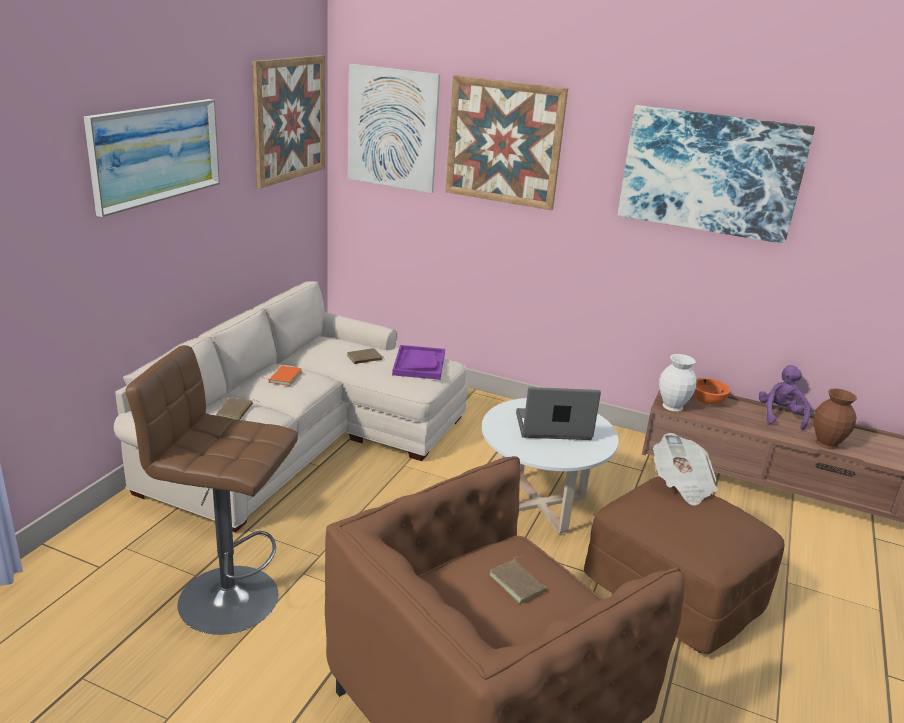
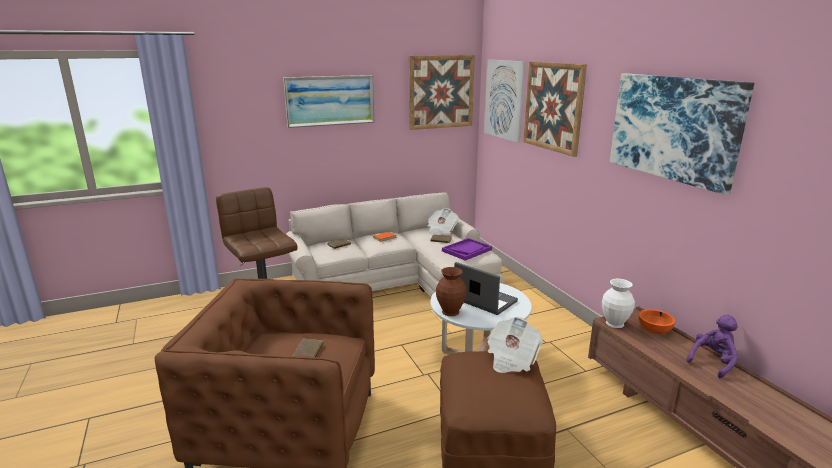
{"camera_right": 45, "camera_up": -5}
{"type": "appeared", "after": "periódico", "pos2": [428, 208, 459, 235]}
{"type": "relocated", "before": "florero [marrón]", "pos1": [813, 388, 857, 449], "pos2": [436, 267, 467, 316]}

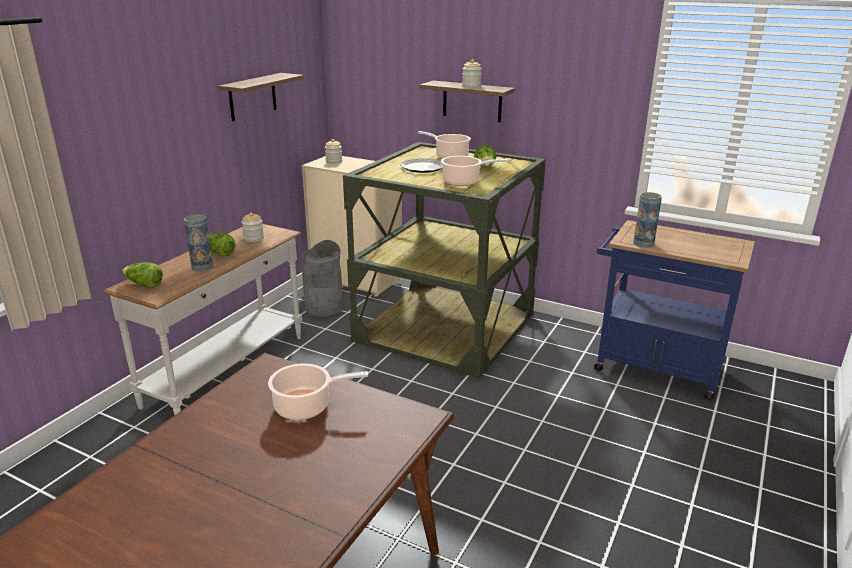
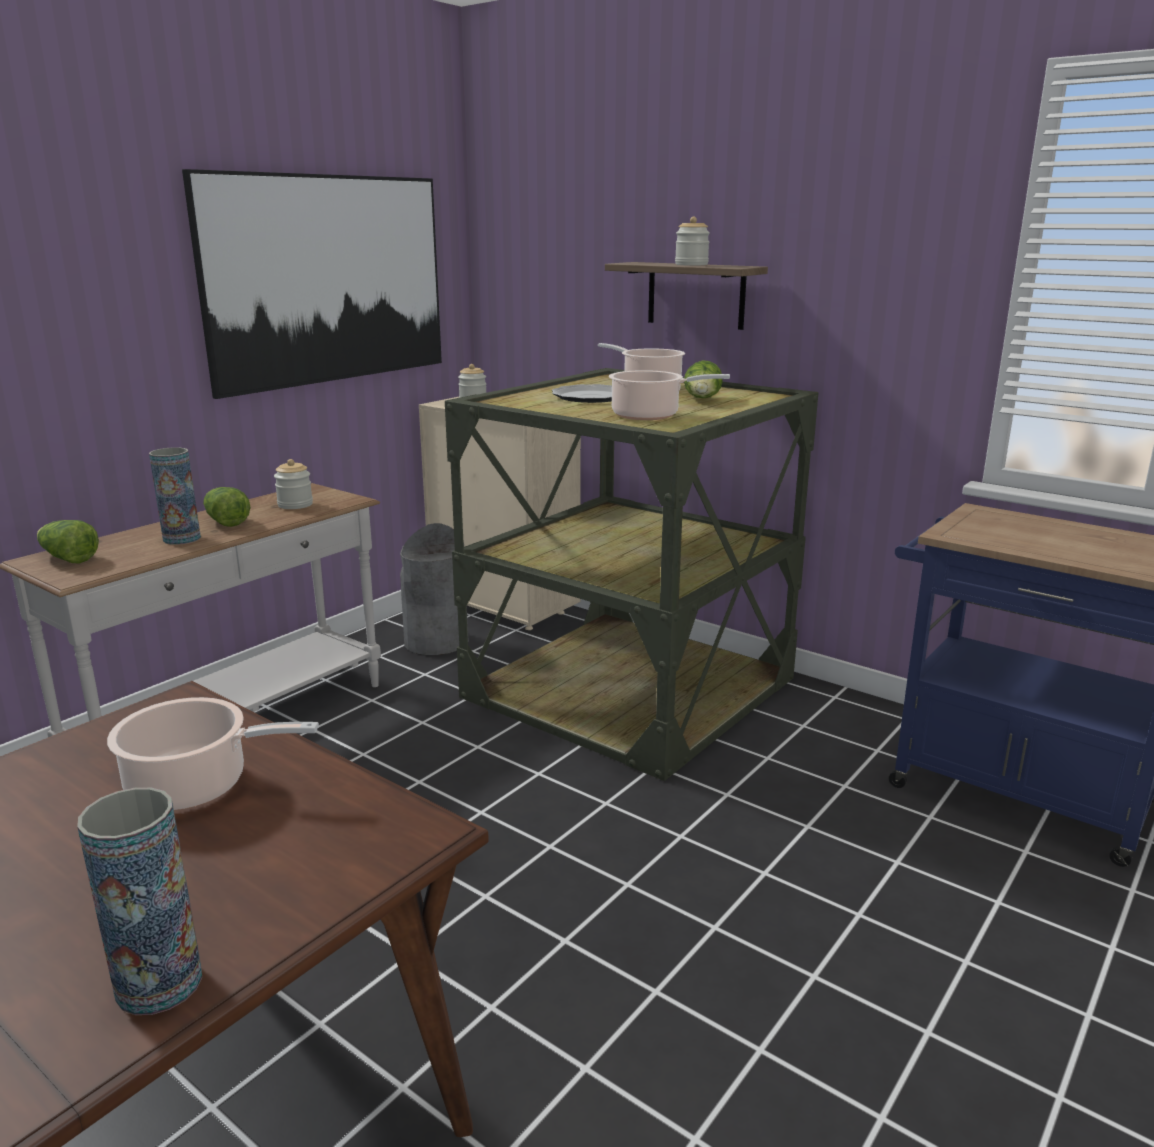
{"camera_right": 10, "camera_up": -5}
{"type": "relocated", "before": "florero", "pos1": [633, 192, 662, 248], "pos2": [77, 788, 202, 1015]}
{"type": "exchanged", "before": "estante", "after": "cuadro", "pos1": [218, 73, 304, 121], "pos2": [182, 169, 442, 399]}

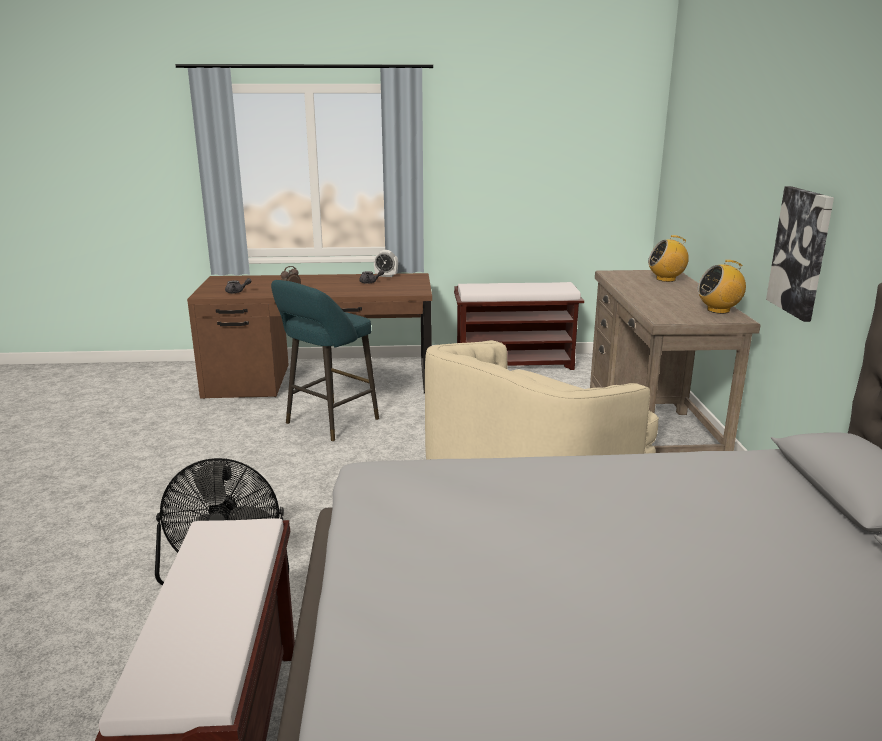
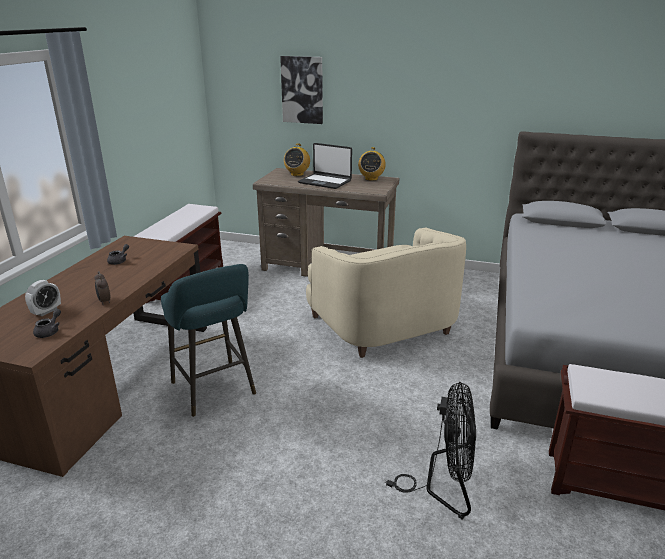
{"camera_right": -70, "camera_up": 5}
{"type": "appeared", "after": "portátil", "pos2": [298, 143, 352, 189]}
{"type": "relocated", "before": "despertador", "pos1": [374, 250, 398, 277], "pos2": [25, 280, 61, 317]}
{"type": "relocated", "before": "cuadro", "pos1": [766, 186, 834, 322], "pos2": [280, 56, 323, 124]}

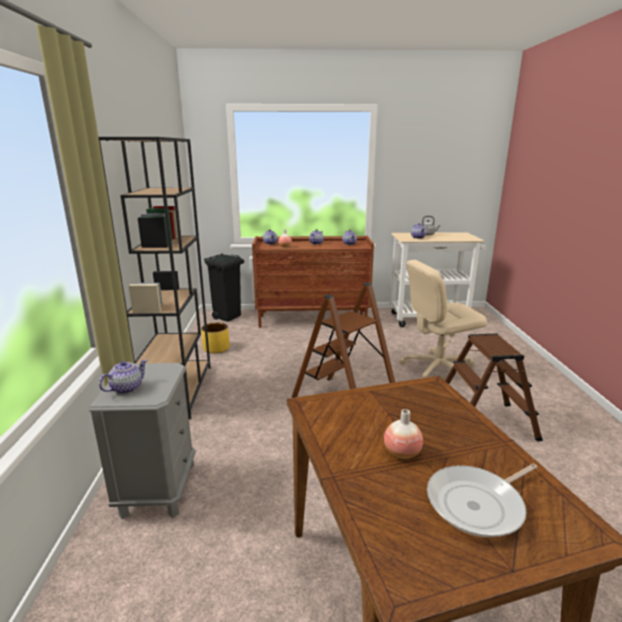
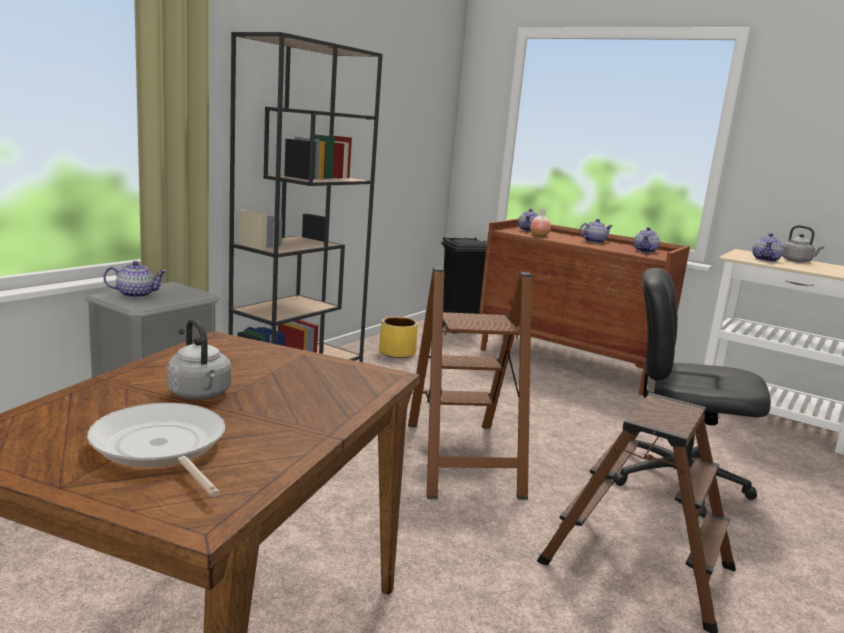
{"camera_right": 35, "camera_up": -5}
{"type": "exchanged", "before": "florero", "after": "hervidor [gris]", "pos1": [384, 409, 423, 459], "pos2": [167, 319, 231, 400]}
{"type": "colour", "before": "silla de oficina [beis]", "after": "silla de oficina [negro]", "pos1": [399, 260, 487, 386], "pos2": [613, 268, 771, 518]}
{"type": "spun", "before": "sartén", "pos1": [427, 464, 537, 537], "pos2": [87, 403, 225, 497], "turn": 45}

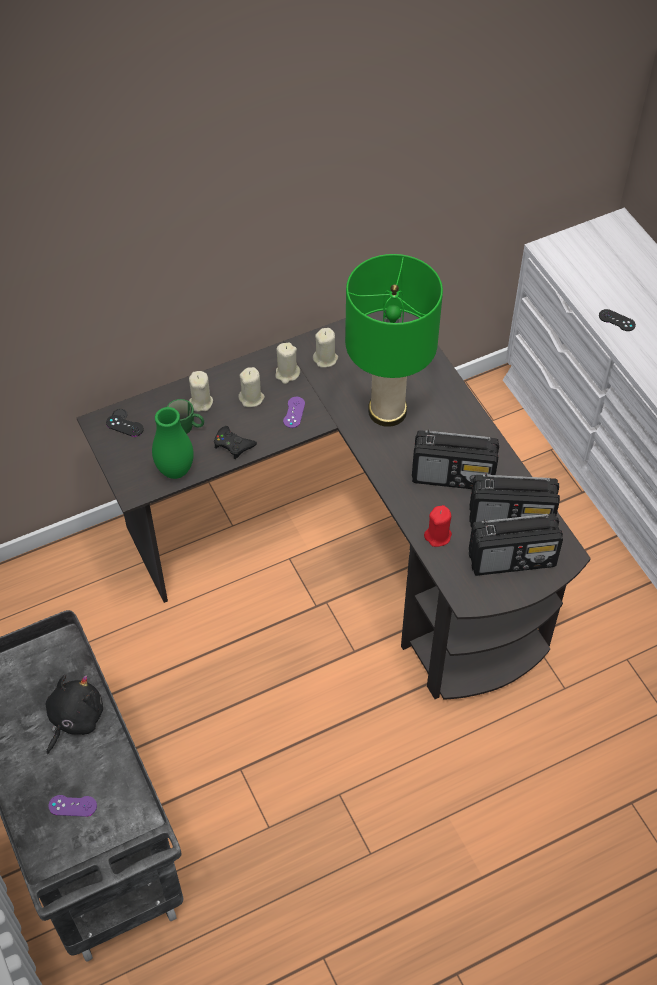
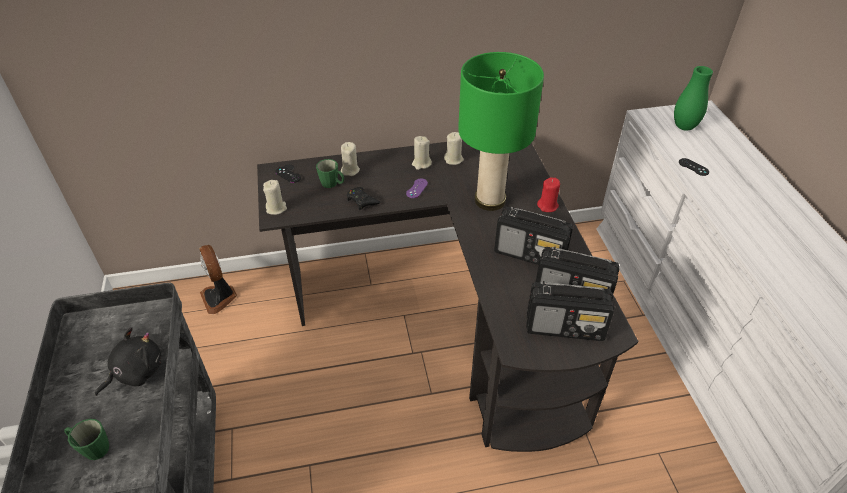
{"camera_right": 15, "camera_up": -10}
{"type": "appeared", "after": "ventilador", "pos2": [199, 245, 237, 314]}
{"type": "relocated", "before": "florero [verde]", "pos1": [152, 407, 194, 479], "pos2": [674, 66, 713, 131]}
{"type": "relocated", "before": "vela [beis]", "pos1": [238, 367, 265, 407], "pos2": [263, 180, 287, 215]}
{"type": "relocated", "before": "vela [rojo]", "pos1": [424, 505, 452, 547], "pos2": [537, 177, 560, 212]}
{"type": "exchanged", "before": "mando de consola [morado]", "after": "taza grande [verde]", "pos1": [48, 795, 97, 817], "pos2": [64, 419, 109, 460]}

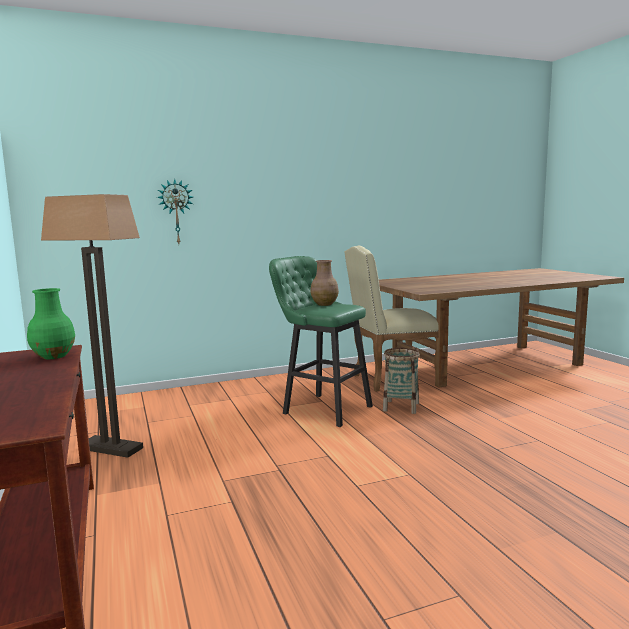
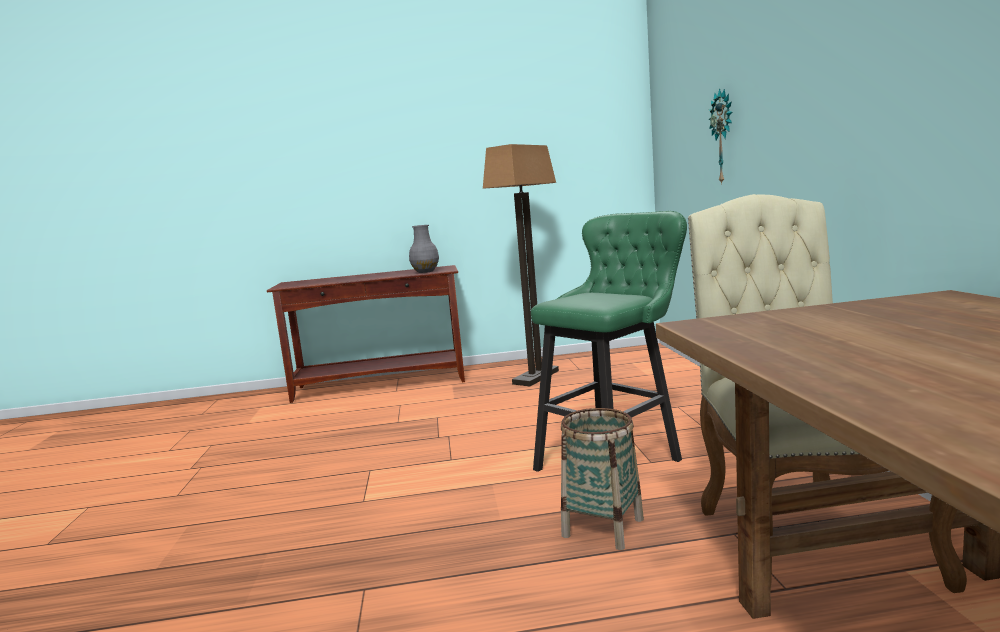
{"camera_right": 105, "camera_up": 0}
{"type": "missing", "before": "florero [marrón]", "pos1": [310, 260, 339, 306]}
{"type": "colour", "before": "florero [verde]", "after": "florero [gris]", "pos1": [27, 288, 75, 359], "pos2": [409, 225, 439, 273]}

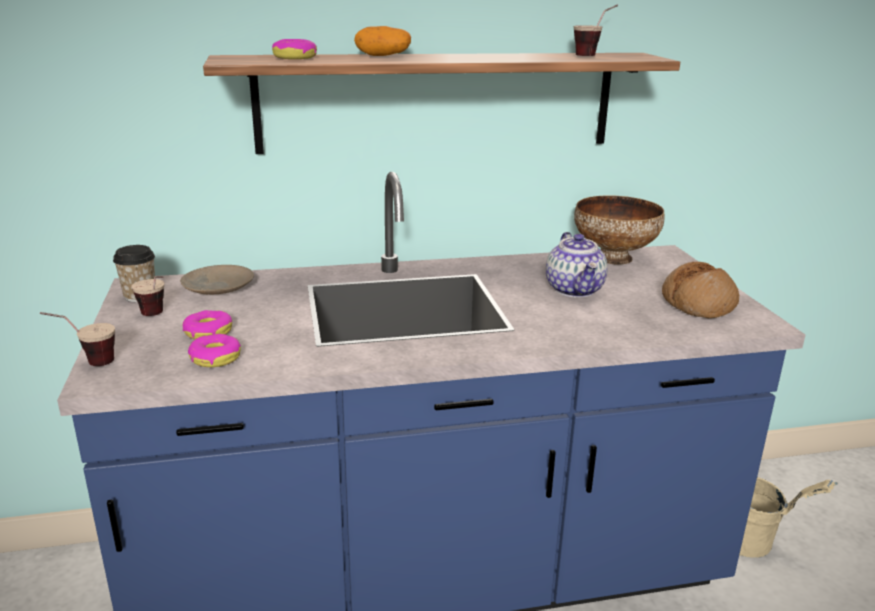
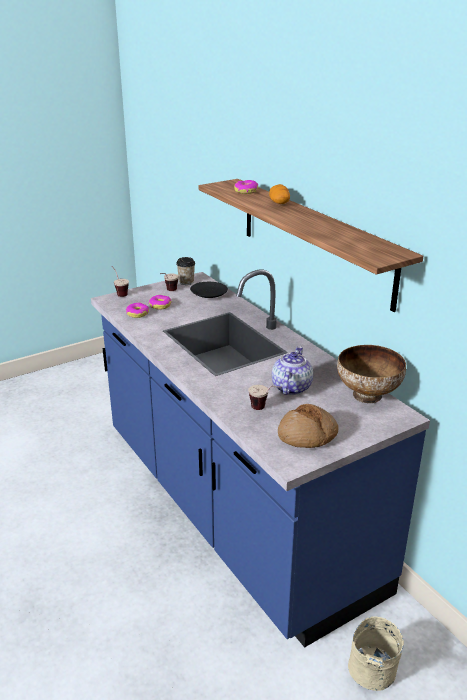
{"camera_right": 70, "camera_up": 5}
{"type": "relocated", "before": "taza", "pos1": [574, 4, 618, 56], "pos2": [248, 385, 282, 410]}
{"type": "colour", "before": "plato [beis]", "after": "plato [negro]", "pos1": [180, 265, 254, 294], "pos2": [190, 282, 228, 298]}
{"type": "spun", "before": "tetera", "pos1": [546, 232, 608, 297], "pos2": [272, 346, 313, 395], "turn": 135}

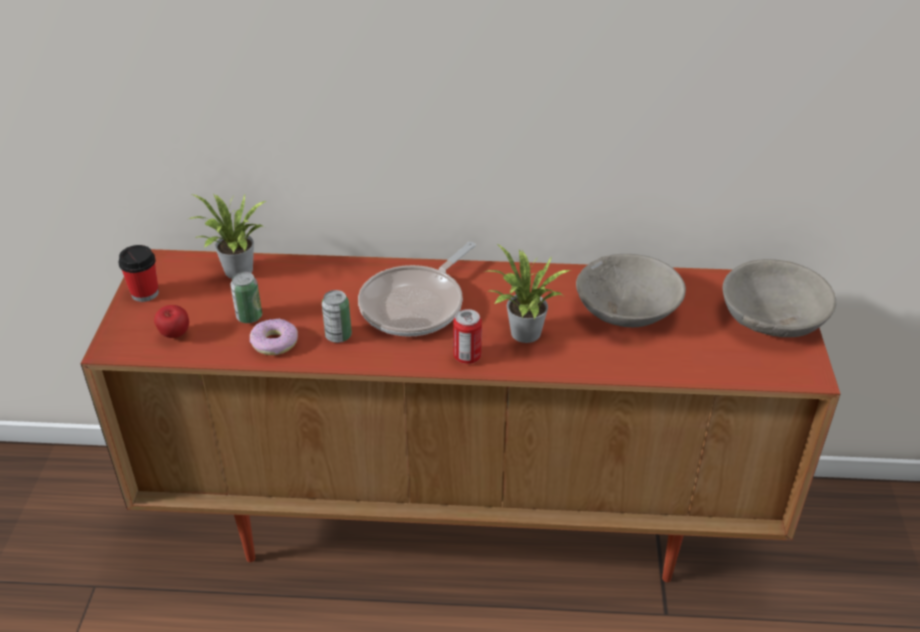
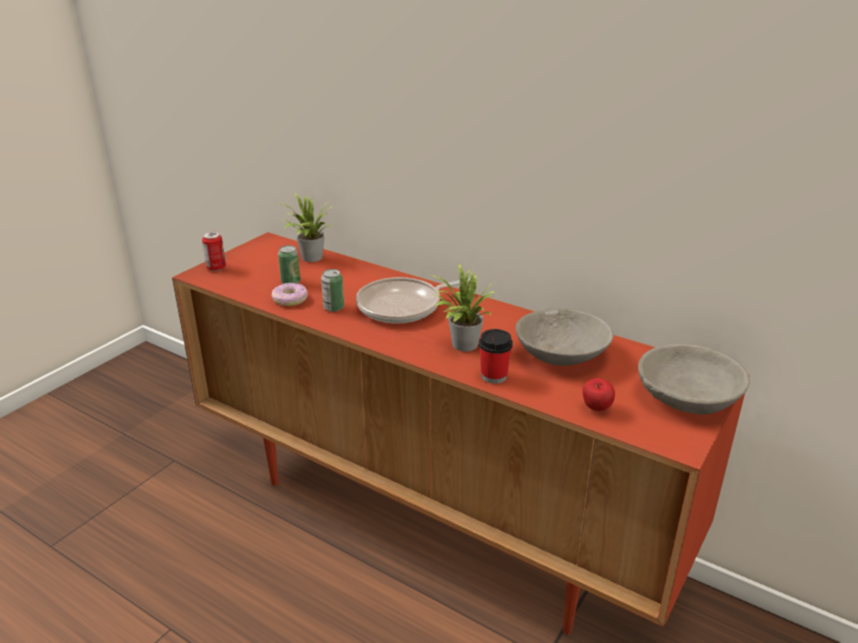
{"camera_right": 30, "camera_up": -10}
{"type": "relocated", "before": "taza", "pos1": [118, 245, 159, 302], "pos2": [479, 329, 513, 384]}
{"type": "relocated", "before": "manzana", "pos1": [154, 305, 189, 338], "pos2": [582, 378, 615, 411]}
{"type": "relocated", "before": "lata", "pos1": [453, 309, 482, 364], "pos2": [202, 232, 226, 271]}

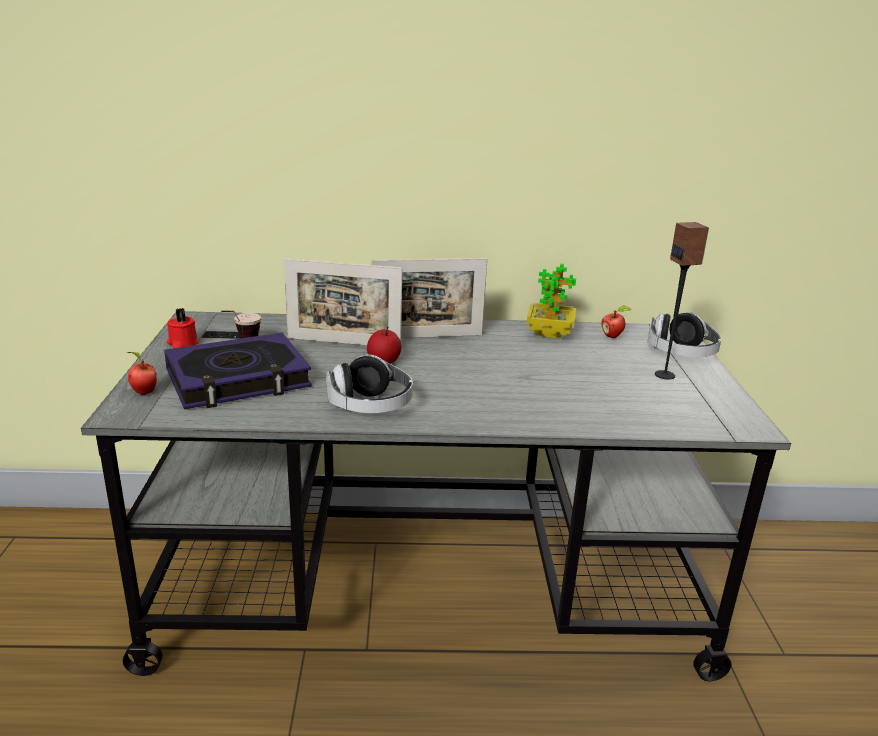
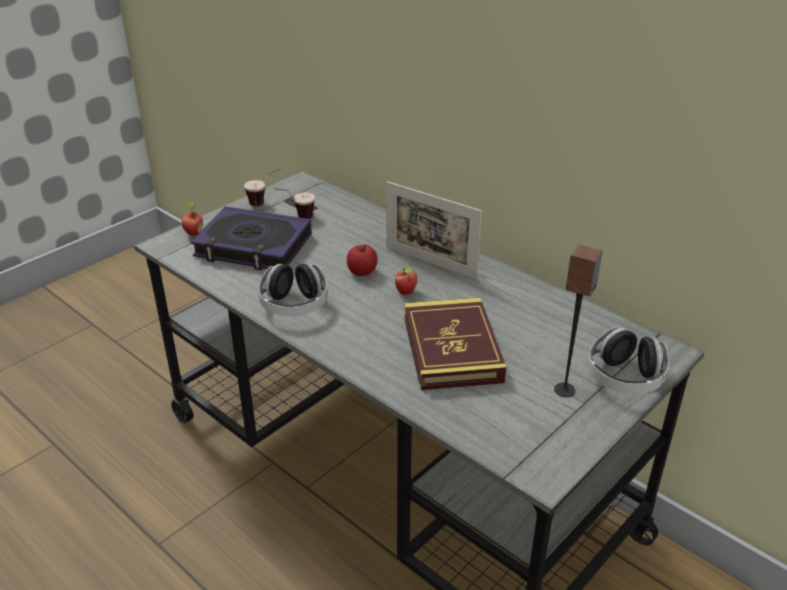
{"camera_right": 45, "camera_up": 10}
{"type": "missing", "before": "portarretratos", "pos1": [284, 258, 402, 346]}
{"type": "missing", "before": "planta en maceta", "pos1": [527, 264, 576, 338]}
{"type": "appeared", "after": "libro", "pos2": [404, 298, 506, 390]}
{"type": "relocated", "before": "manzana", "pos1": [601, 305, 631, 338], "pos2": [395, 266, 417, 295]}
{"type": "exchanged", "before": "vela [rojo]", "after": "taza", "pos1": [167, 308, 198, 348], "pos2": [244, 168, 281, 206]}

